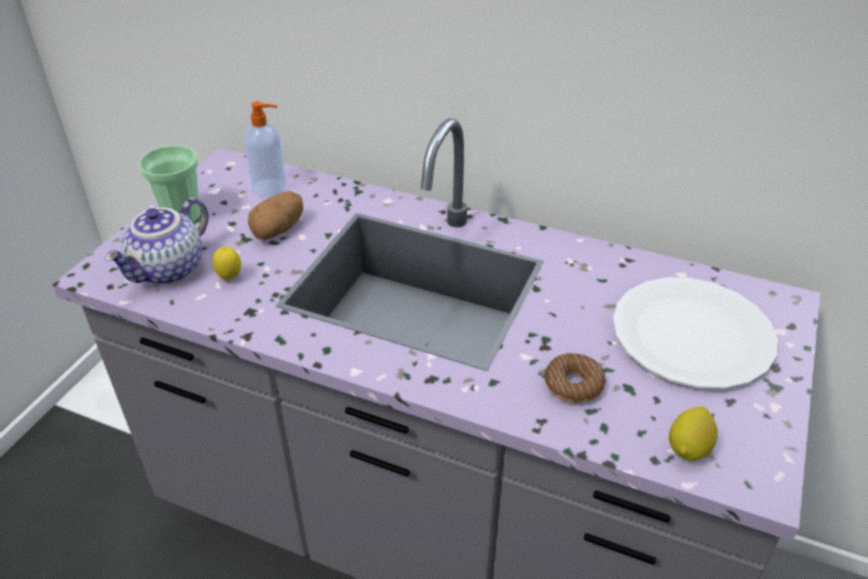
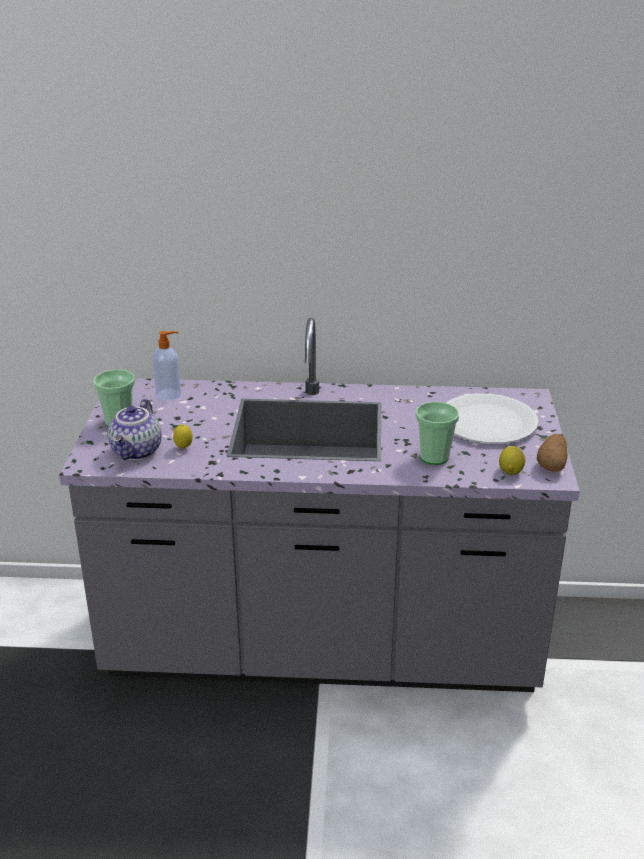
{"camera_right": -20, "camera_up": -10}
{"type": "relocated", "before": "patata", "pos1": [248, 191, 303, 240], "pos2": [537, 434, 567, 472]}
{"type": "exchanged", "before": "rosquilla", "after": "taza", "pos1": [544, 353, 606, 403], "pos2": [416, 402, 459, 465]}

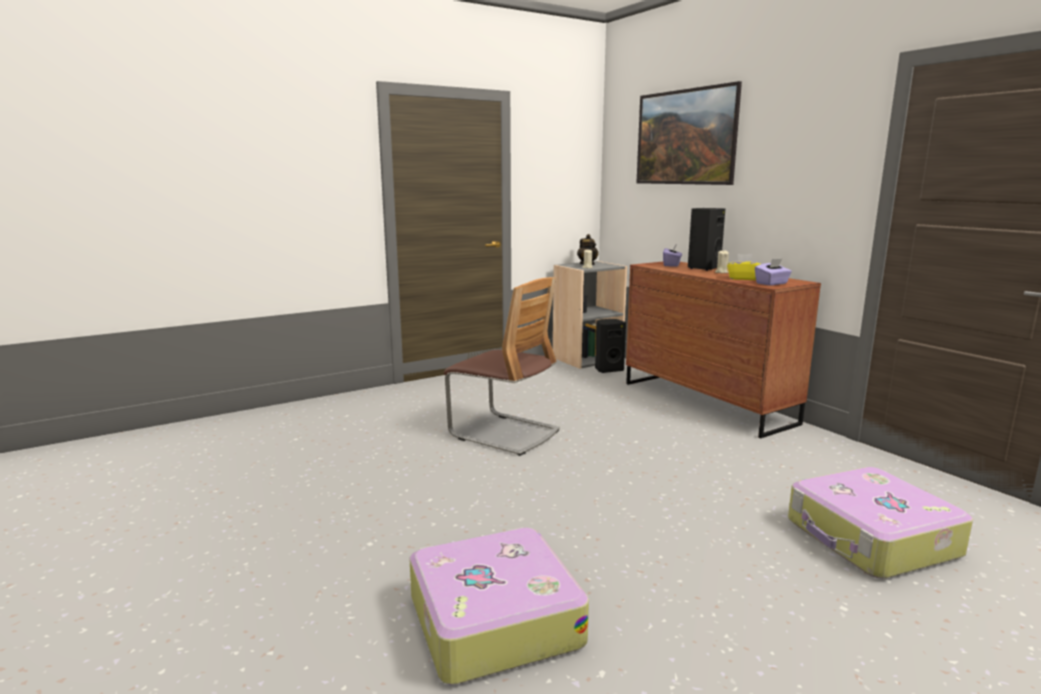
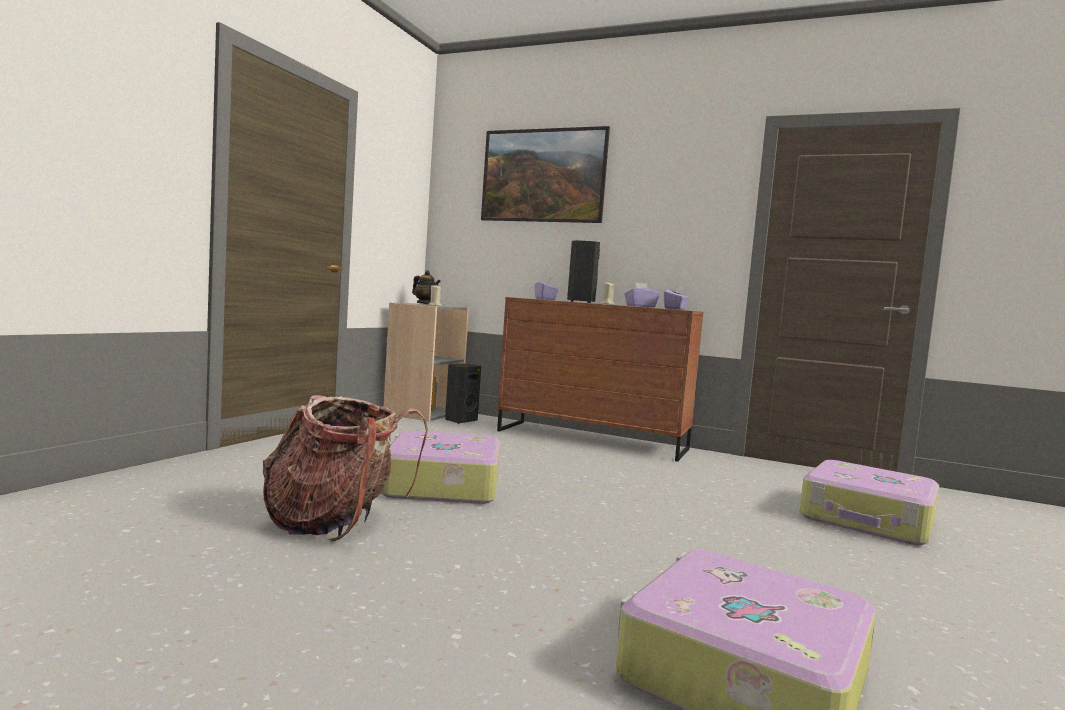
{"camera_right": -35, "camera_up": -10}
{"type": "appeared", "after": "mochila", "pos2": [263, 395, 428, 541]}
{"type": "exchanged", "before": "silla", "after": "maleta", "pos1": [444, 277, 560, 456], "pos2": [381, 430, 500, 504]}
{"type": "colour", "before": "caja de pañuelos [amarillo]", "after": "caja de pañuelos [morado]", "pos1": [727, 254, 760, 280], "pos2": [625, 282, 660, 308]}

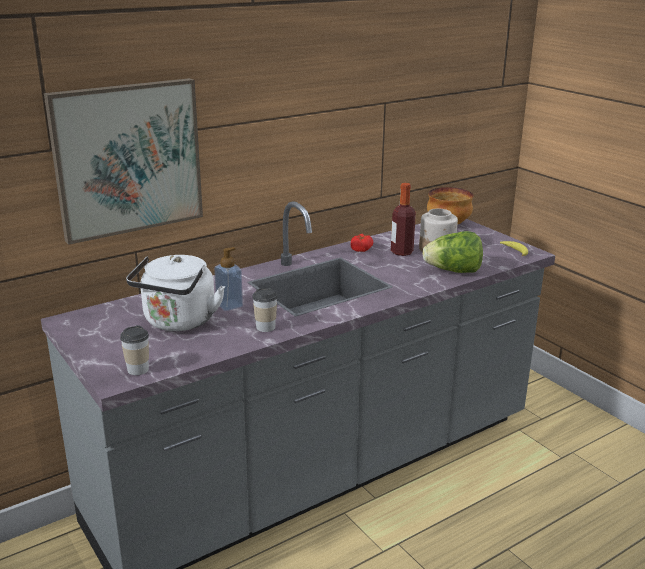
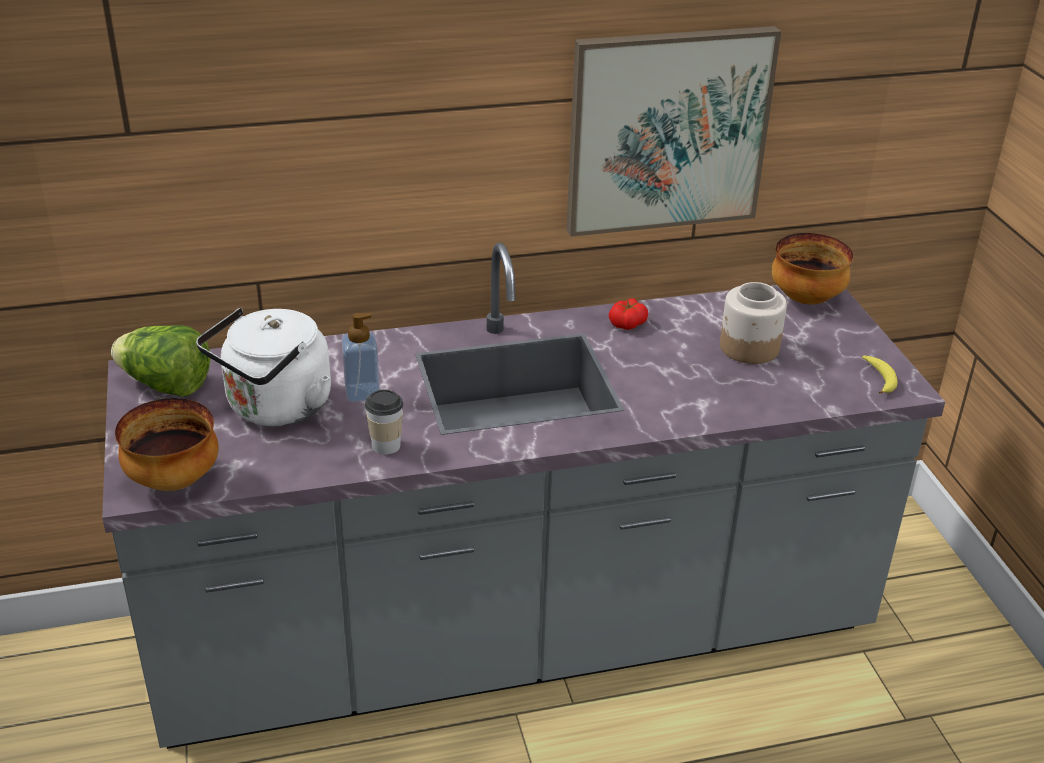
{"camera_right": 20, "camera_up": 10}
{"type": "missing", "before": "botella", "pos1": [391, 183, 416, 256]}
{"type": "relocated", "before": "cuadro", "pos1": [44, 78, 203, 245], "pos2": [566, 26, 781, 237]}
{"type": "relocated", "before": "lechuga", "pos1": [423, 231, 483, 273], "pos2": [111, 325, 210, 397]}
{"type": "exchanged", "before": "taza", "after": "cuenco", "pos1": [120, 325, 149, 375], "pos2": [115, 398, 219, 491]}

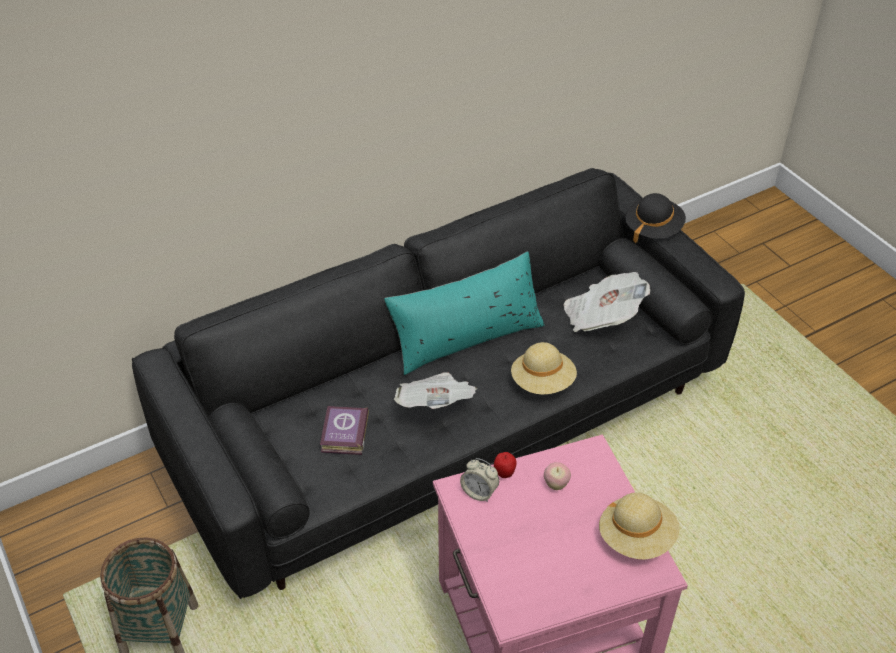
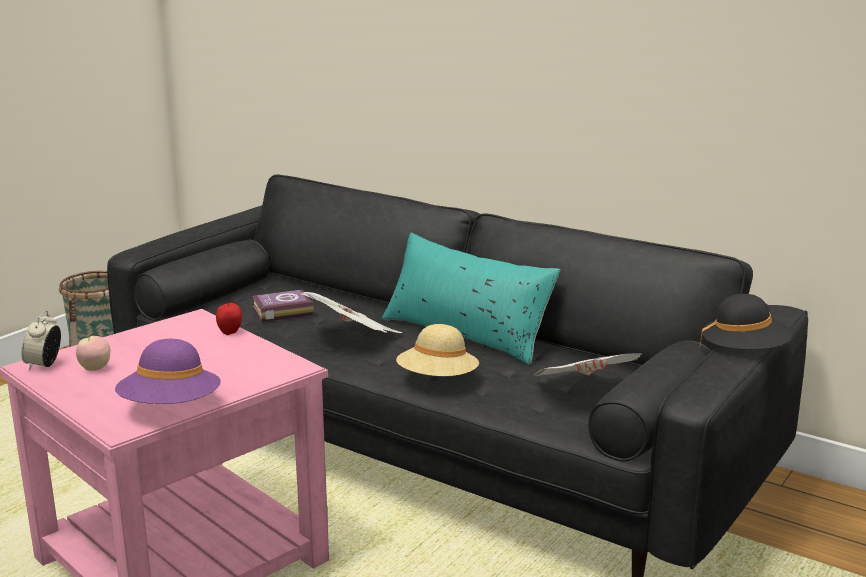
{"camera_right": 65, "camera_up": -25}
{"type": "relocated", "before": "despertador", "pos1": [460, 458, 499, 502], "pos2": [21, 310, 61, 371]}
{"type": "relocated", "before": "manzana", "pos1": [544, 462, 571, 490], "pos2": [76, 336, 110, 371]}
{"type": "colour", "before": "sombrero [beis]", "after": "sombrero [morado]", "pos1": [599, 492, 680, 560], "pos2": [115, 339, 221, 404]}

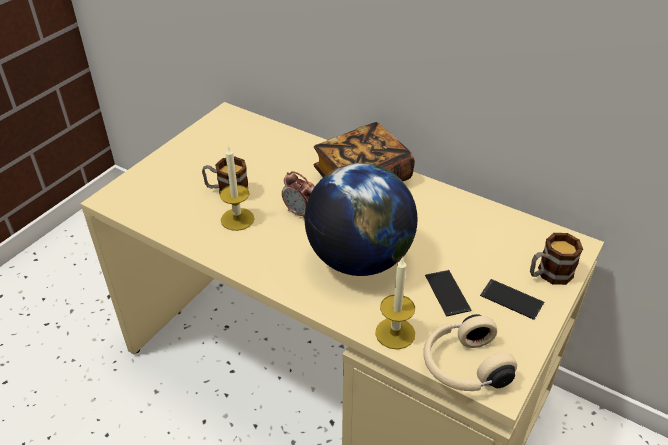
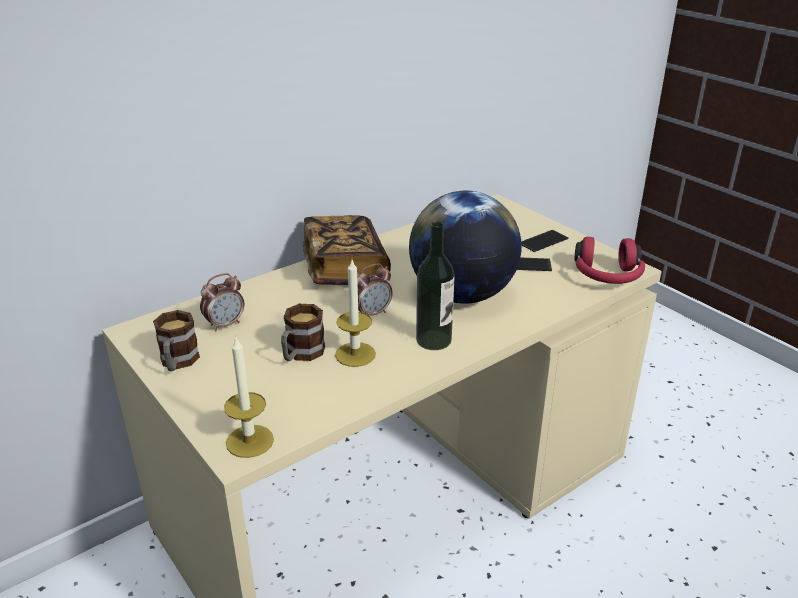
{"camera_right": -70, "camera_up": -10}
{"type": "appeared", "after": "despertador", "pos2": [200, 273, 244, 332]}
{"type": "appeared", "after": "botella", "pos2": [416, 221, 455, 350]}
{"type": "relocated", "before": "vela", "pos1": [375, 257, 415, 350], "pos2": [224, 338, 274, 458]}
{"type": "relocated", "before": "taza grande", "pos1": [530, 233, 583, 285], "pos2": [153, 310, 200, 371]}
{"type": "colour", "before": "auriculares [beis]", "after": "auriculares [rojo]", "pos1": [423, 314, 517, 391], "pos2": [575, 237, 645, 284]}

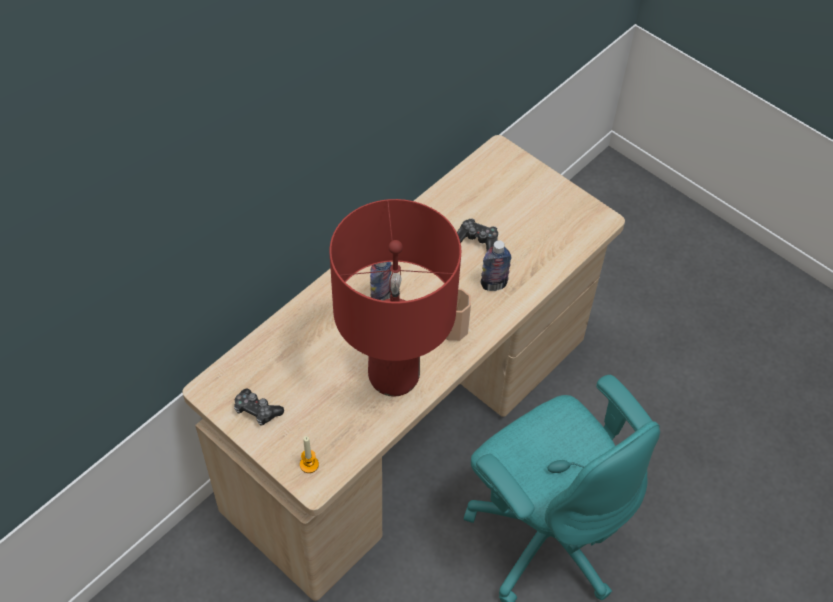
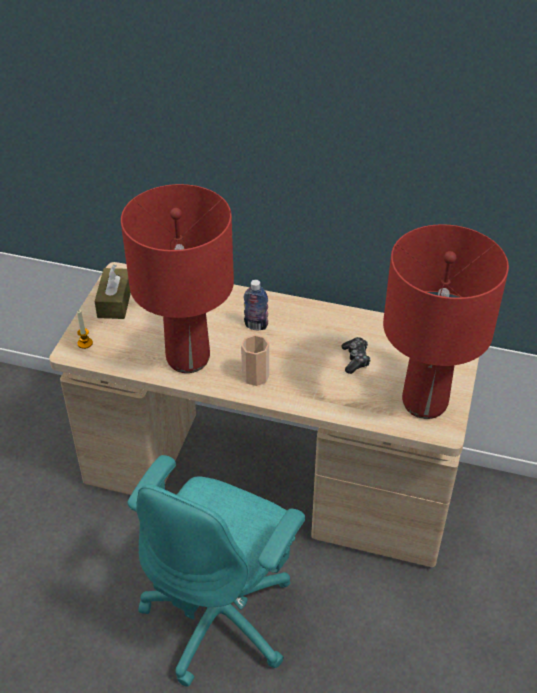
{"camera_right": 65, "camera_up": -10}
{"type": "missing", "before": "botella", "pos1": [481, 240, 512, 291]}
{"type": "appeared", "after": "lámpara de mesa [rojo]", "pos2": [383, 224, 509, 419]}
{"type": "exchanged", "before": "mando de consola", "after": "caja de pañuelos [marrón]", "pos1": [234, 388, 284, 426], "pos2": [94, 264, 131, 319]}

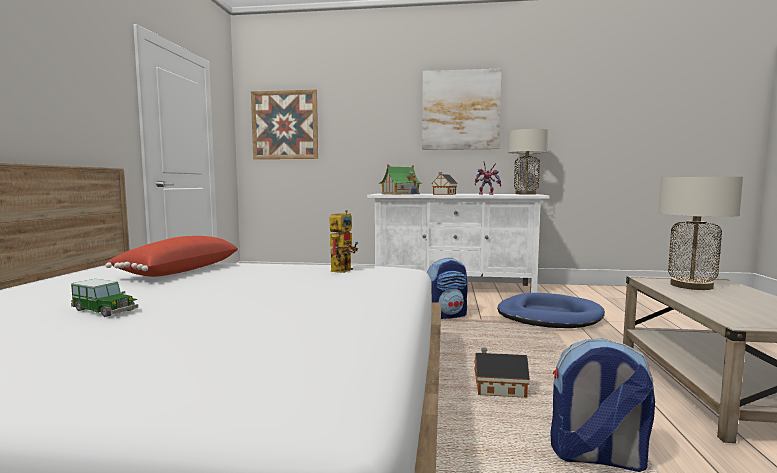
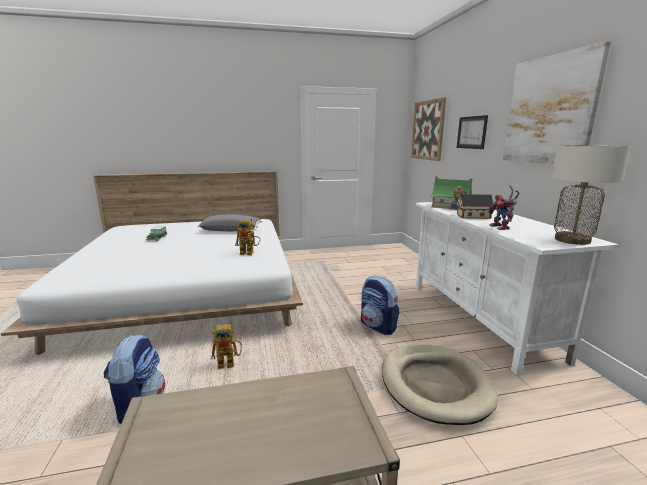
{"camera_right": 70, "camera_up": 10}
{"type": "missing", "before": "lámpara de mesa", "pos1": [658, 177, 743, 290]}
{"type": "appeared", "after": "cuadro", "pos2": [457, 115, 488, 149]}
{"type": "exchanged", "before": "casita", "after": "robot de juguete", "pos1": [474, 347, 530, 398], "pos2": [211, 323, 242, 369]}
{"type": "colour", "before": "cojín [rojo]", "after": "cojín [gris]", "pos1": [105, 236, 239, 277], "pos2": [197, 214, 262, 231]}
{"type": "colour", "before": "cama para perro [azul]", "after": "cama para perro [beis]", "pos1": [497, 293, 605, 328], "pos2": [382, 345, 499, 425]}

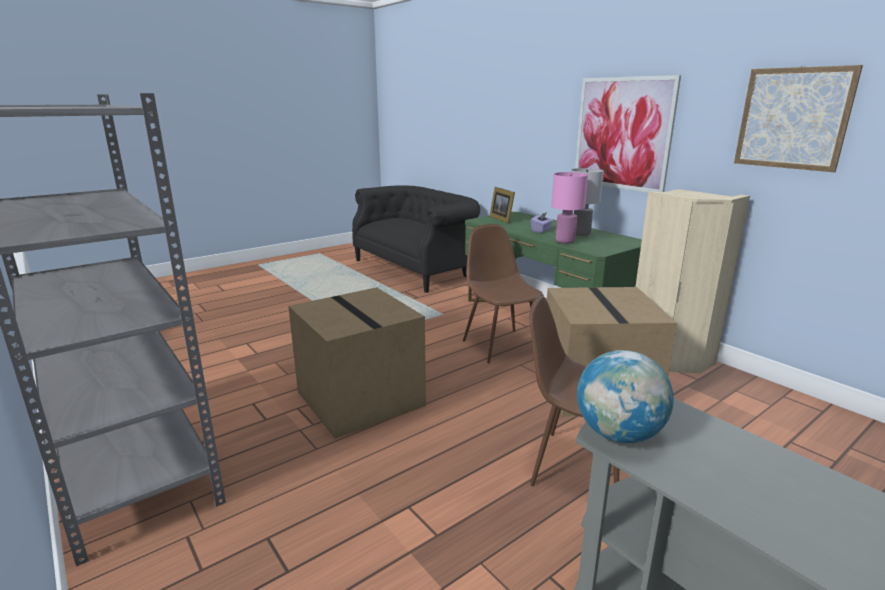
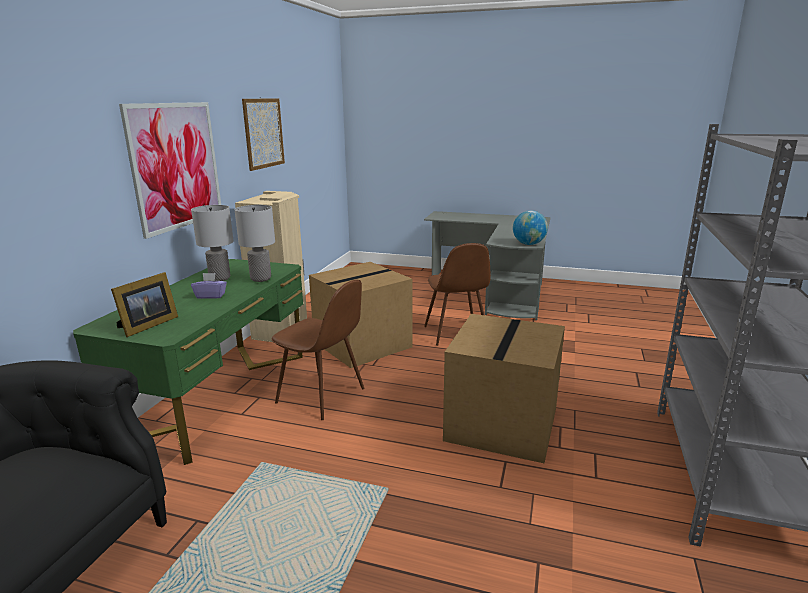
{"camera_right": -125, "camera_up": 0}
{"type": "colour", "before": "lámpara de mesa [rosa]", "after": "lámpara de mesa [gris]", "pos1": [551, 172, 588, 244], "pos2": [234, 205, 275, 282]}
{"type": "spun", "before": "silla [marrón]", "pos1": [463, 224, 544, 364], "pos2": [272, 280, 364, 420], "turn": -90}

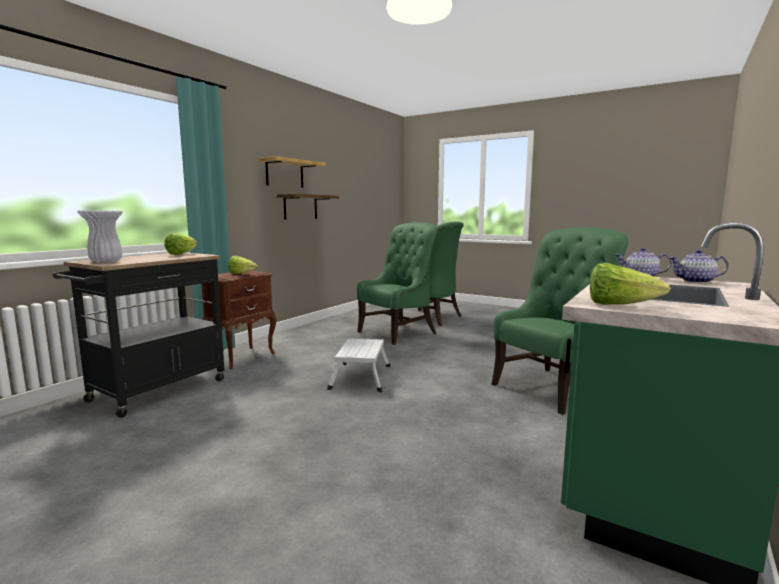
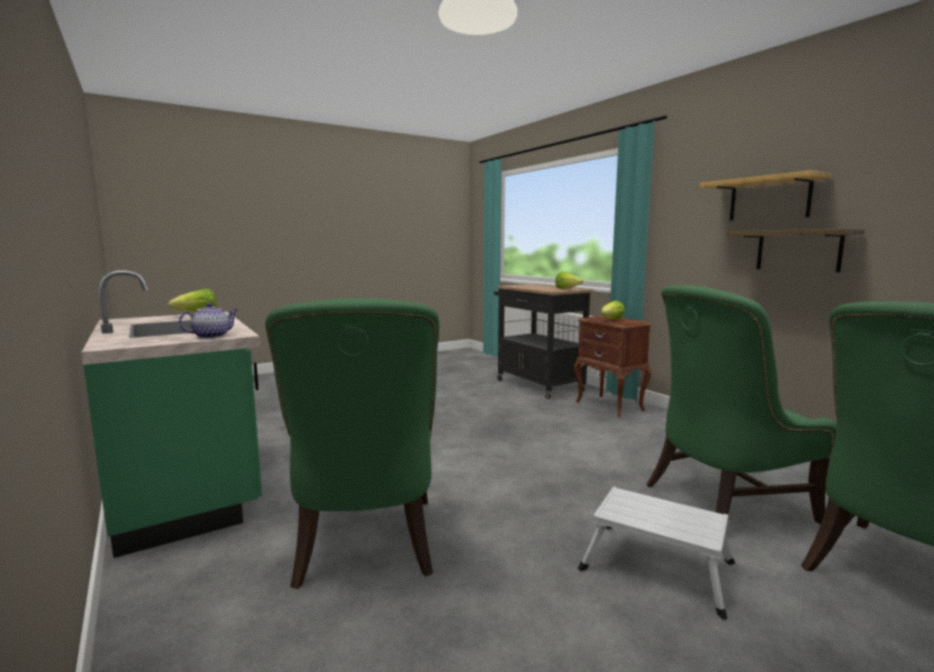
{"camera_right": 115, "camera_up": 0}
{"type": "missing", "before": "florero [blanco]", "pos1": [77, 211, 123, 263]}
{"type": "missing", "before": "tetera", "pos1": [669, 250, 728, 283]}
{"type": "relocated", "before": "escalera de tijera [blanco]", "pos1": [327, 338, 391, 393], "pos2": [578, 486, 735, 620]}
{"type": "spun", "before": "silla [verde]", "pos1": [357, 222, 438, 345], "pos2": [647, 285, 837, 525], "turn": 90}

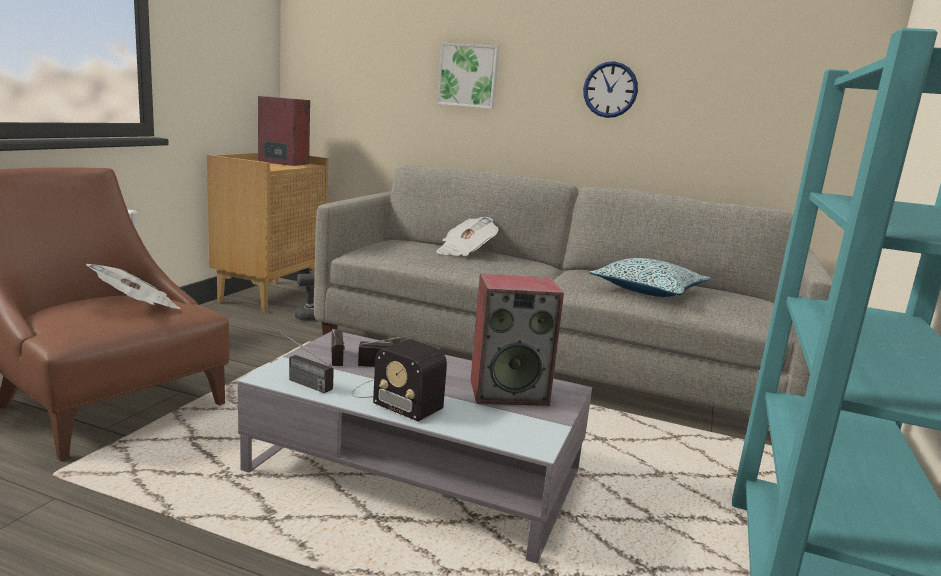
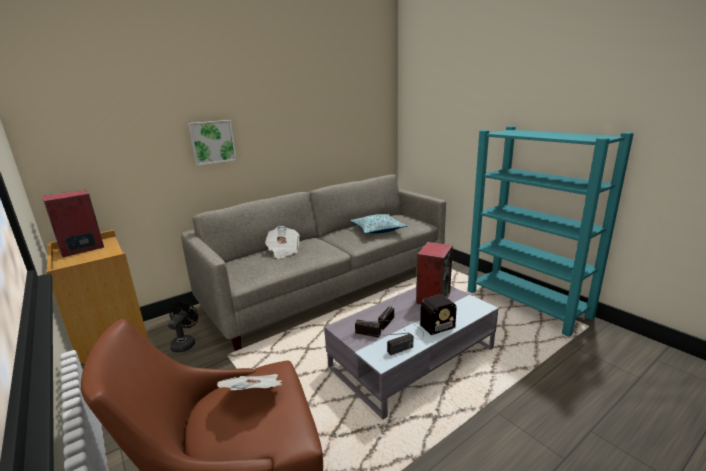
{"camera_right": -55, "camera_up": 5}
{"type": "missing", "before": "reloj de pared", "pos1": [583, 61, 638, 118]}

